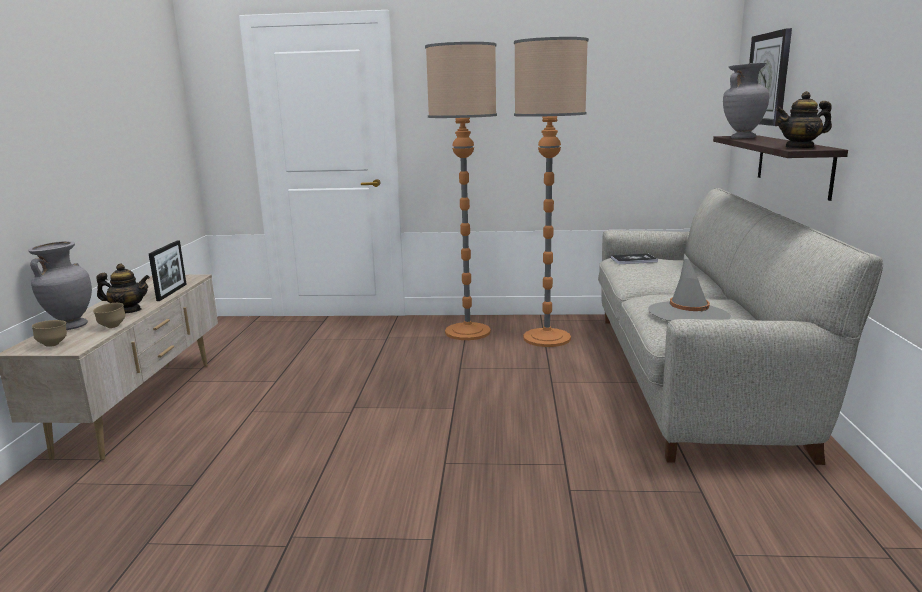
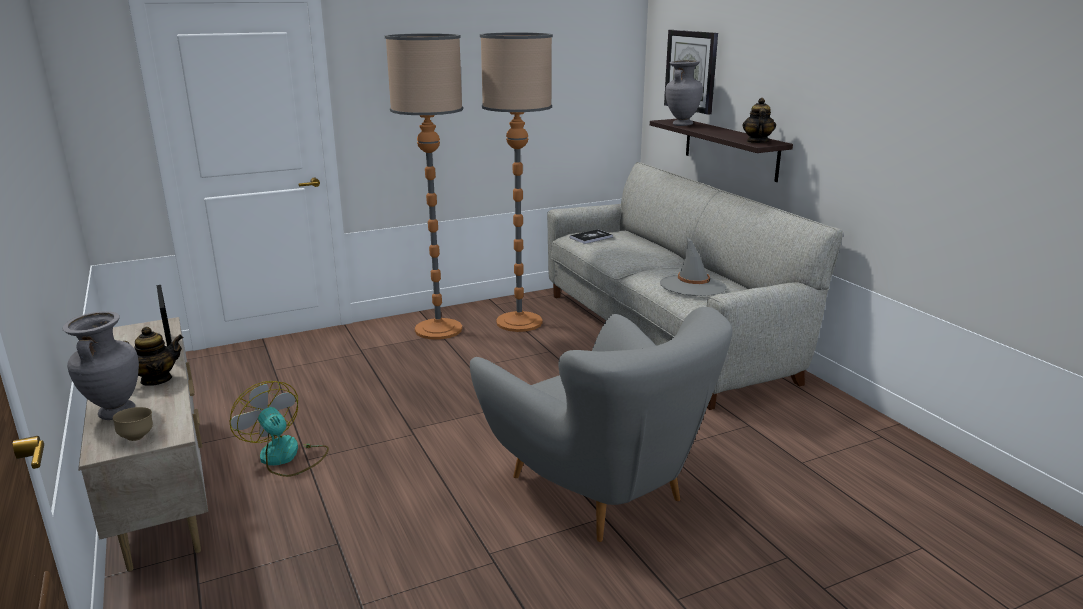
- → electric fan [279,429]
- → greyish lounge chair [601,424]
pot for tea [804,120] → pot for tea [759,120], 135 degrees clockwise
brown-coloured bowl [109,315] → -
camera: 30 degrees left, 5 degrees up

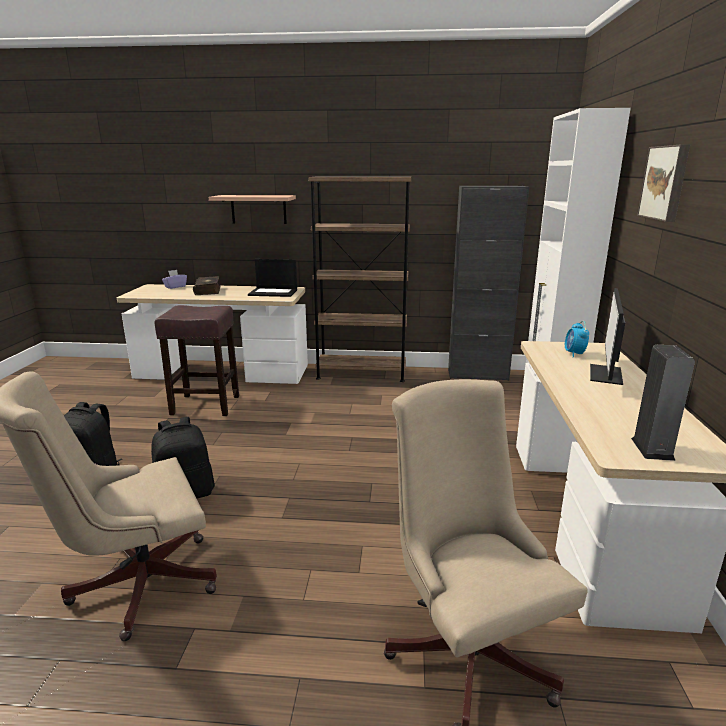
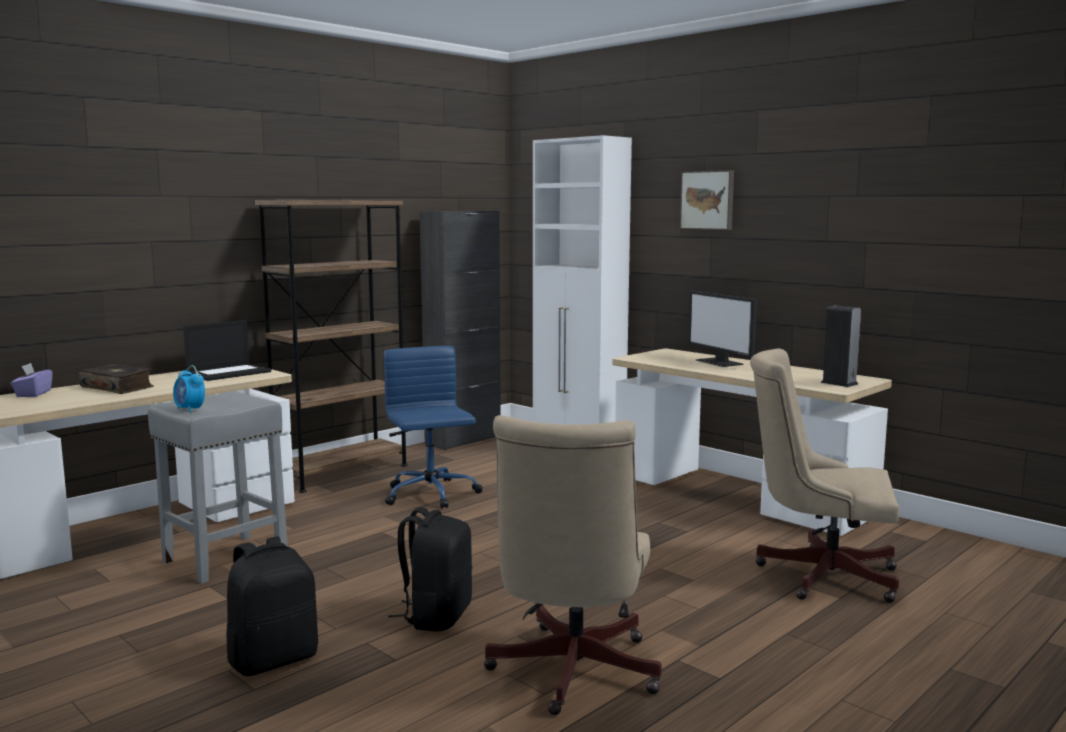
brown-coloured sitting stool [196,360] → greyish sitting stool [217,487]
alarm clock [577,339] → alarm clock [189,389], move
- → blue office chair [433,427]
wall shelf [252,209] → -
camera: 50 degrees left, 10 degrees down

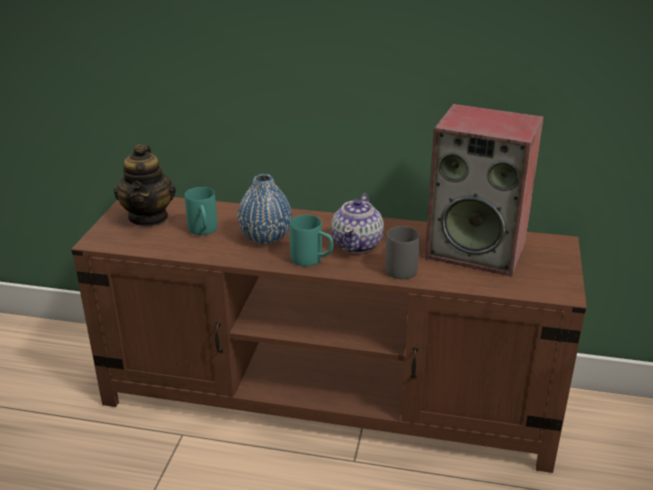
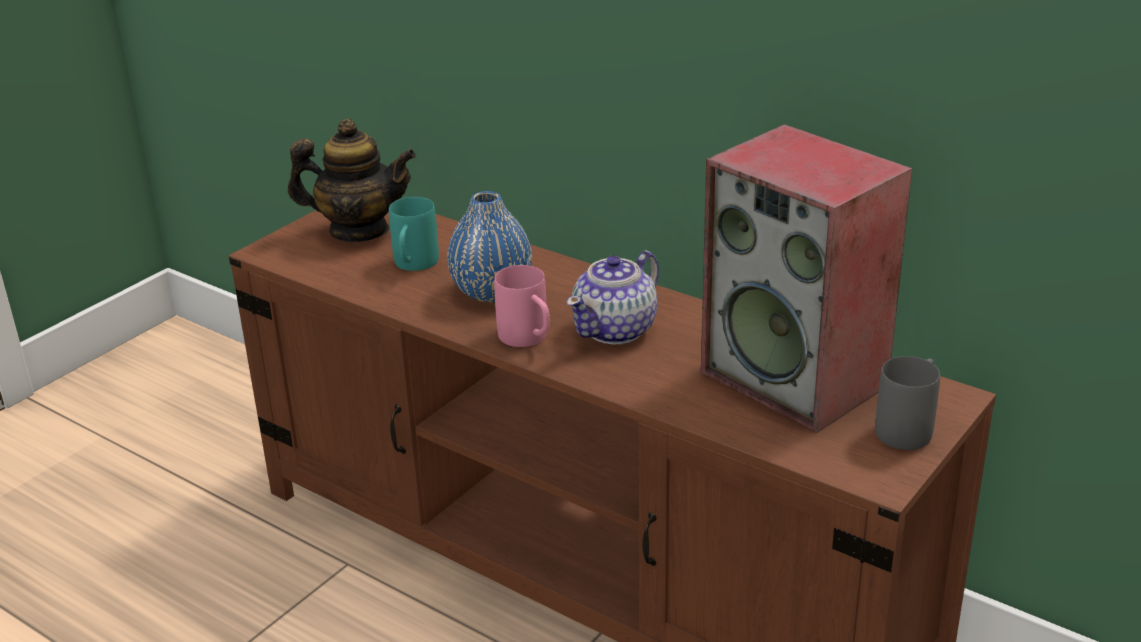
pot for tea [145,185] → pot for tea [352,180], 105 degrees counterclockwise
turquoise-coloured coffee mug [312,240] → pink coffee mug [522,306]
greyish coffee mug [402,252] → greyish coffee mug [907,403], move
camera: 25 degrees right, 0 degrees up

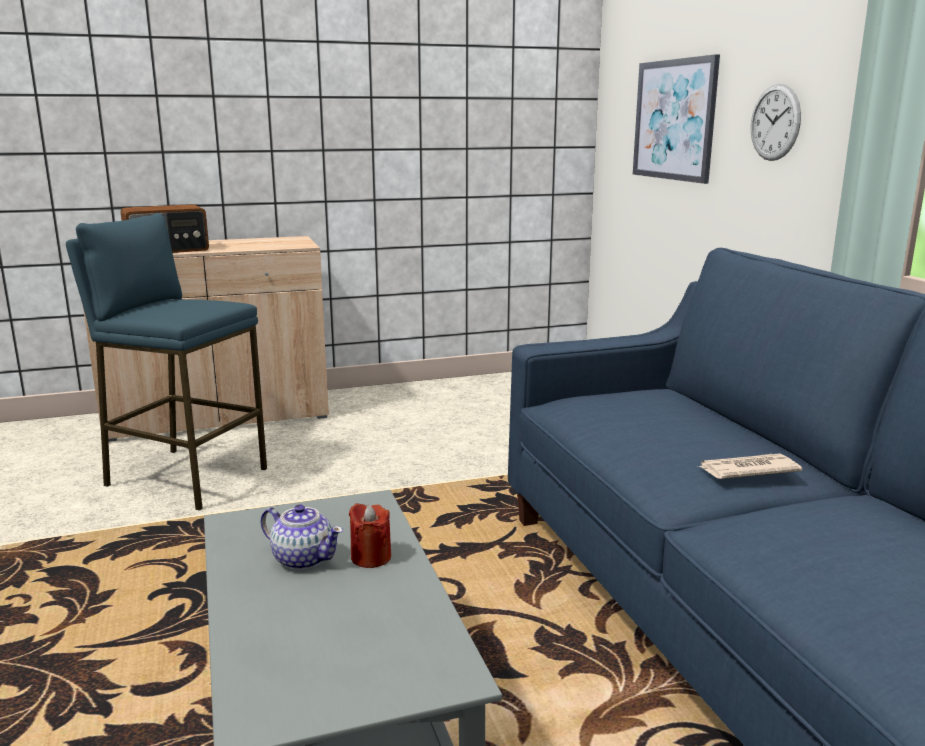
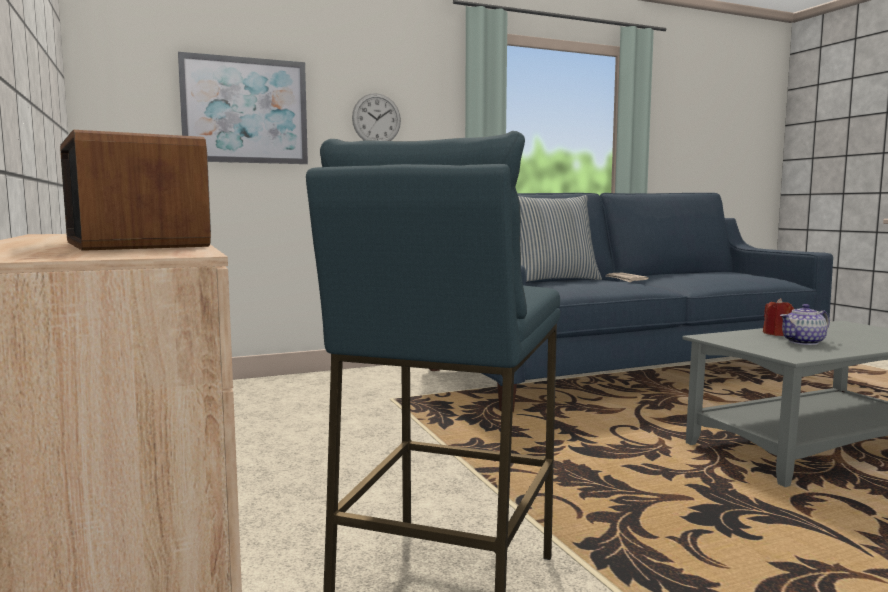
- → cushion [560,238]
pot for tea [302,537] → pot for tea [805,324], 135 degrees counterclockwise
camera: 95 degrees left, 10 degrees down

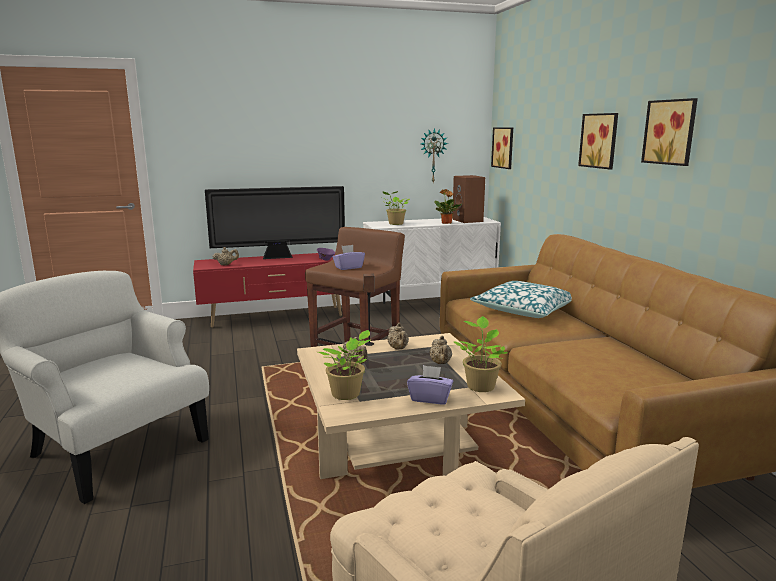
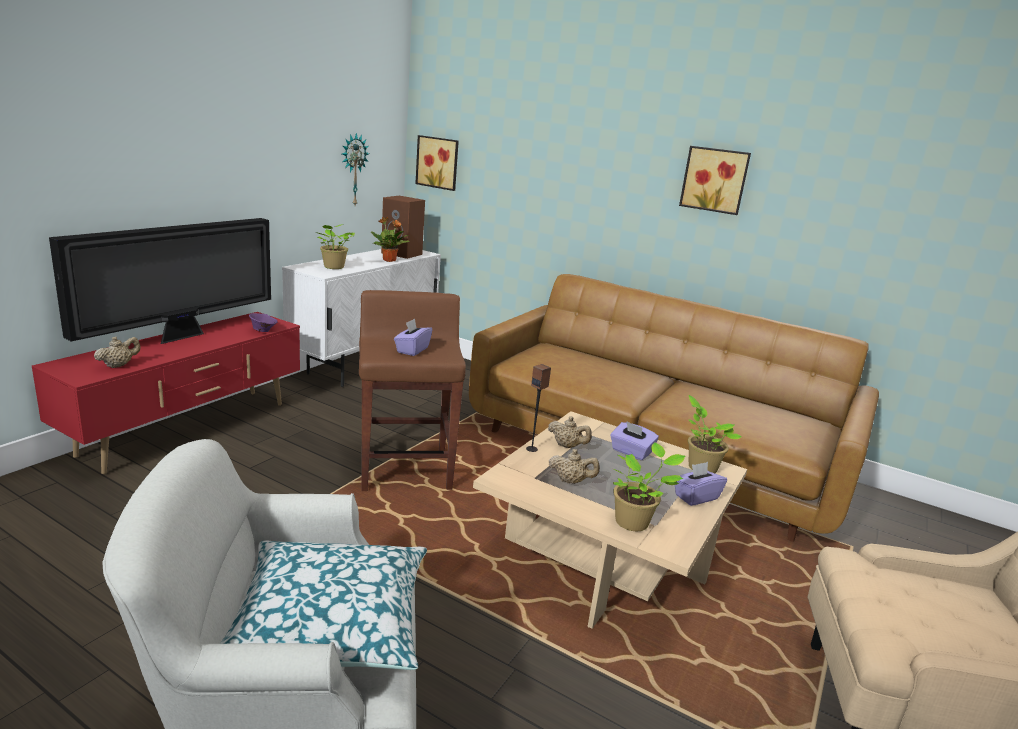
cushion [521,299] → cushion [323,605], move
beige-coloured pot for tea [440,350] → purple-coloured box of tissues [634,441]
wall picture [598,141] → -
camera: 45 degrees left, 5 degrees up

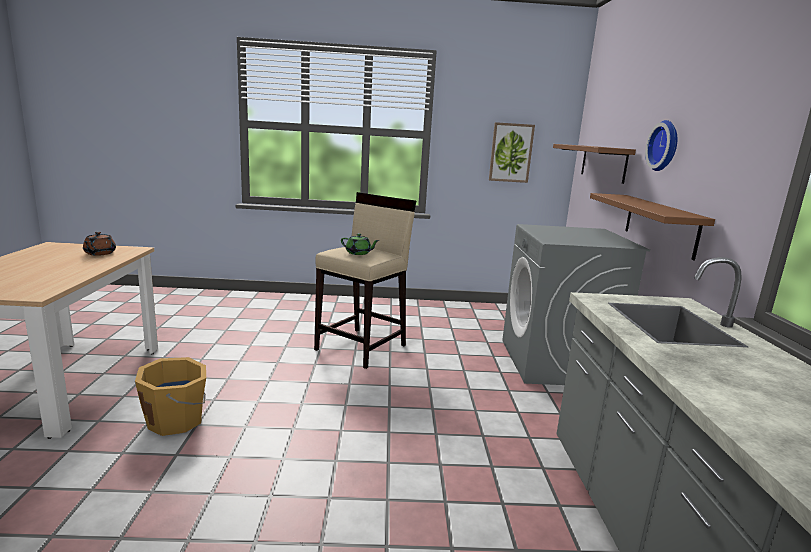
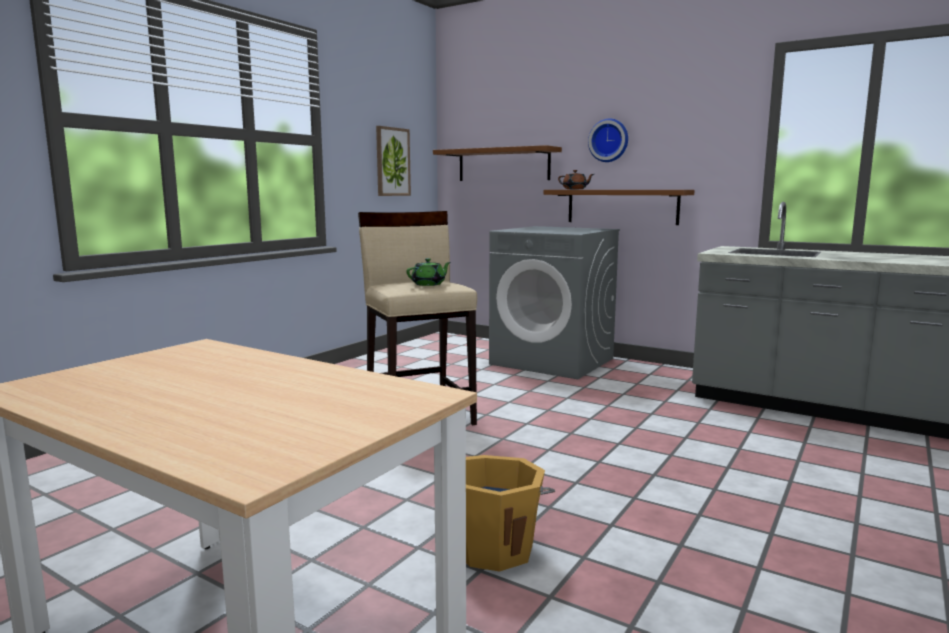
brown-coloured pot for tea [99,244] → brown-coloured pot for tea [576,179], move
camera: 55 degrees left, 5 degrees down

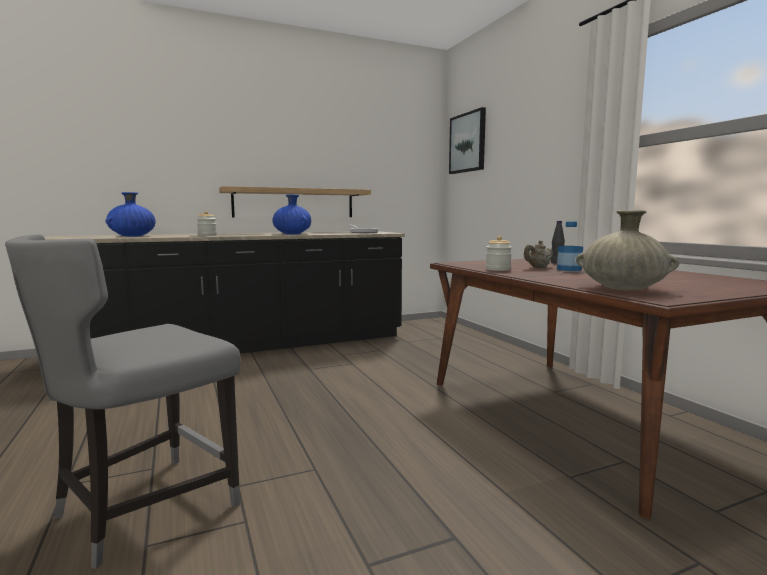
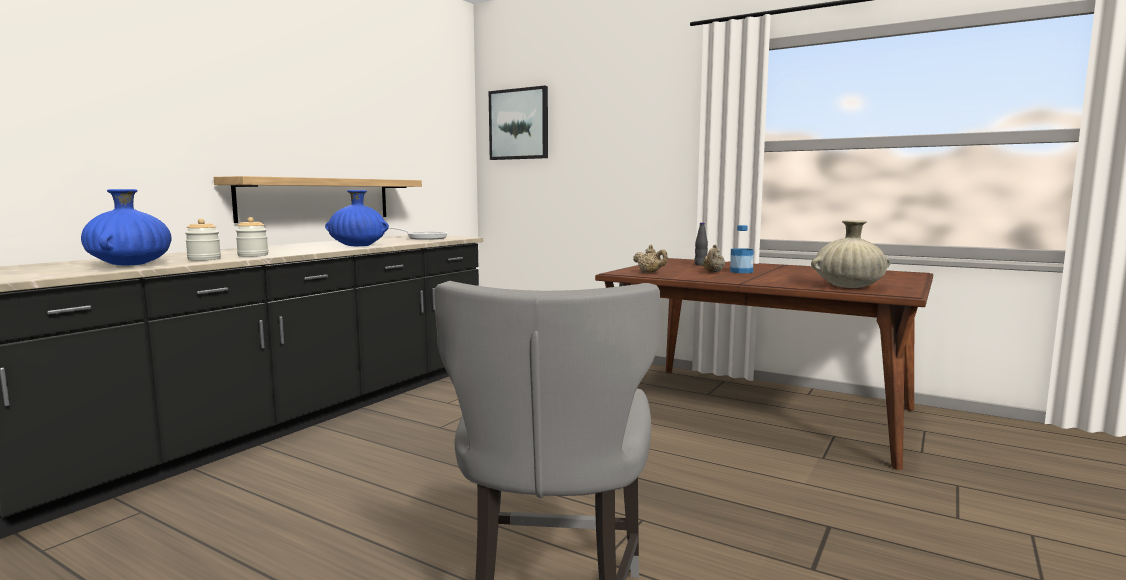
preserve jar [499,253] → preserve jar [203,240], move
- → beige-coloured pot for tea [650,259]
camera: 35 degrees left, 0 degrees up

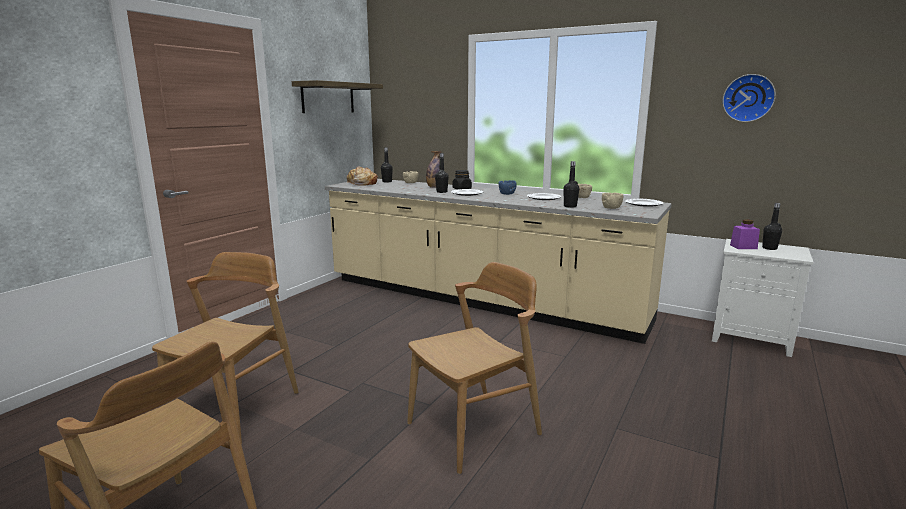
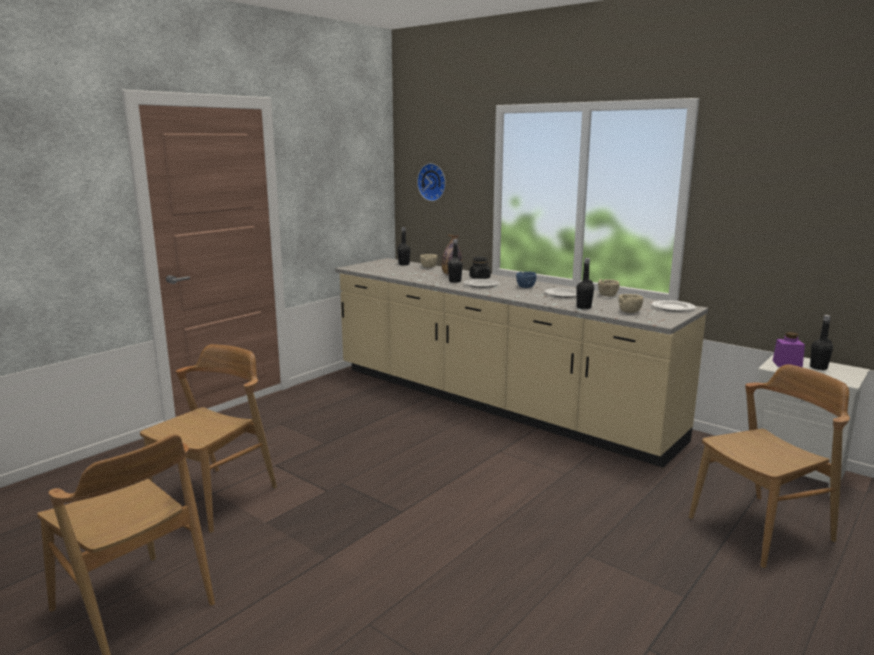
wall clock [749,98] → wall clock [431,182], move
brown-coloured upright chair [474,368] → brown-coloured upright chair [769,466], move
wall shelf [337,96] → -
bread [362,176] → -
camera: 10 degrees right, 0 degrees up

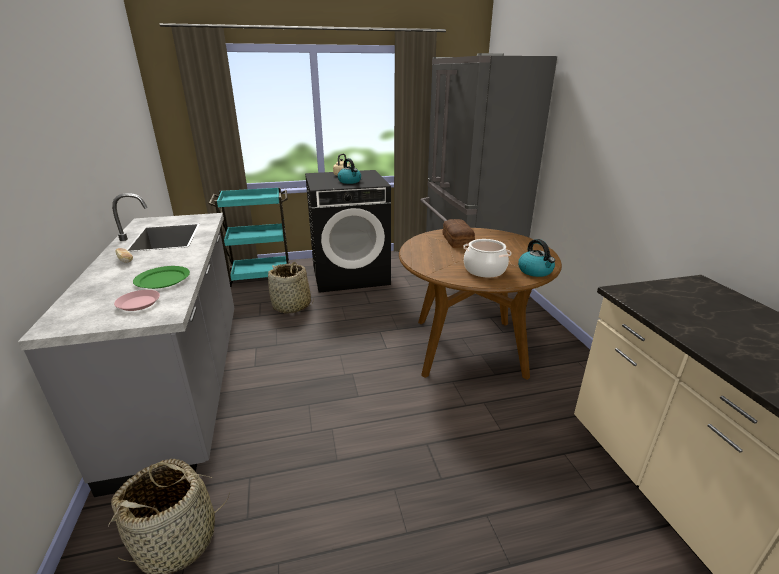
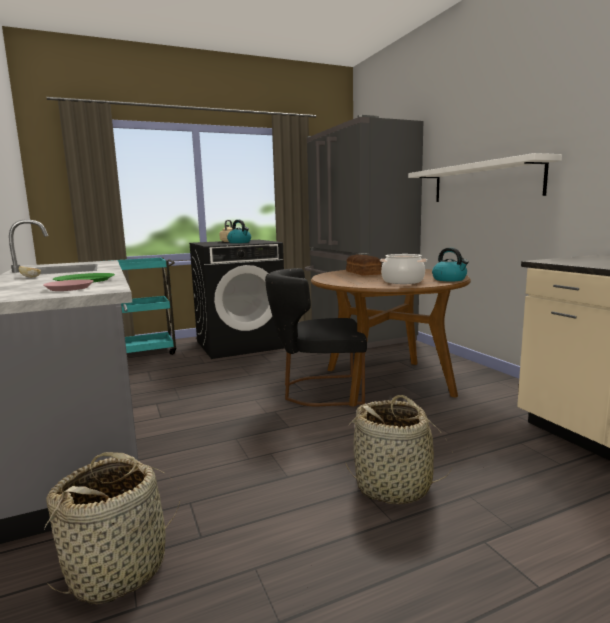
- → black-coloured upright chair [316,337]
household basket [290,287] → household basket [399,450], move
- → whitish wall shelf [485,177]
camera: 10 degrees left, 15 degrees down

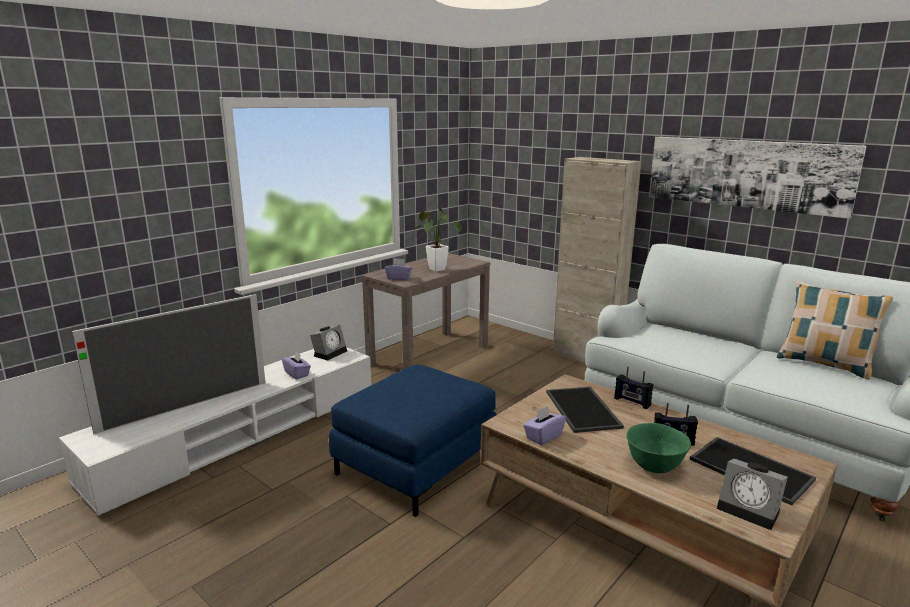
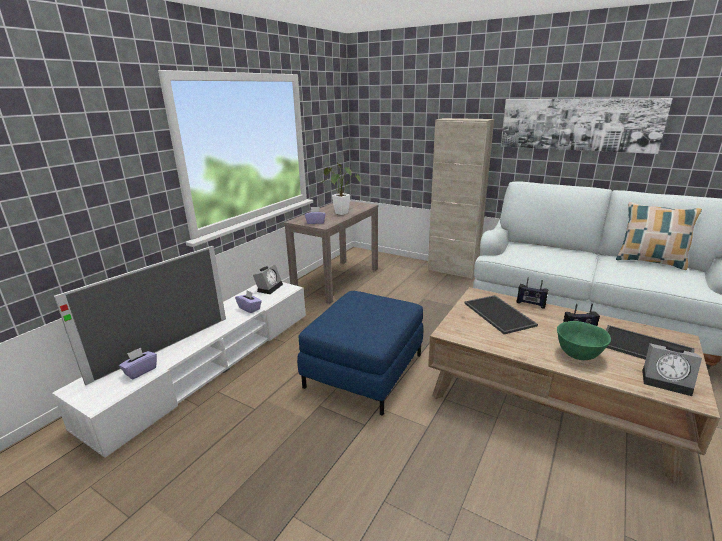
purple-coloured box of tissues [544,425] → purple-coloured box of tissues [138,363], move
camera: 10 degrees left, 5 degrees up

